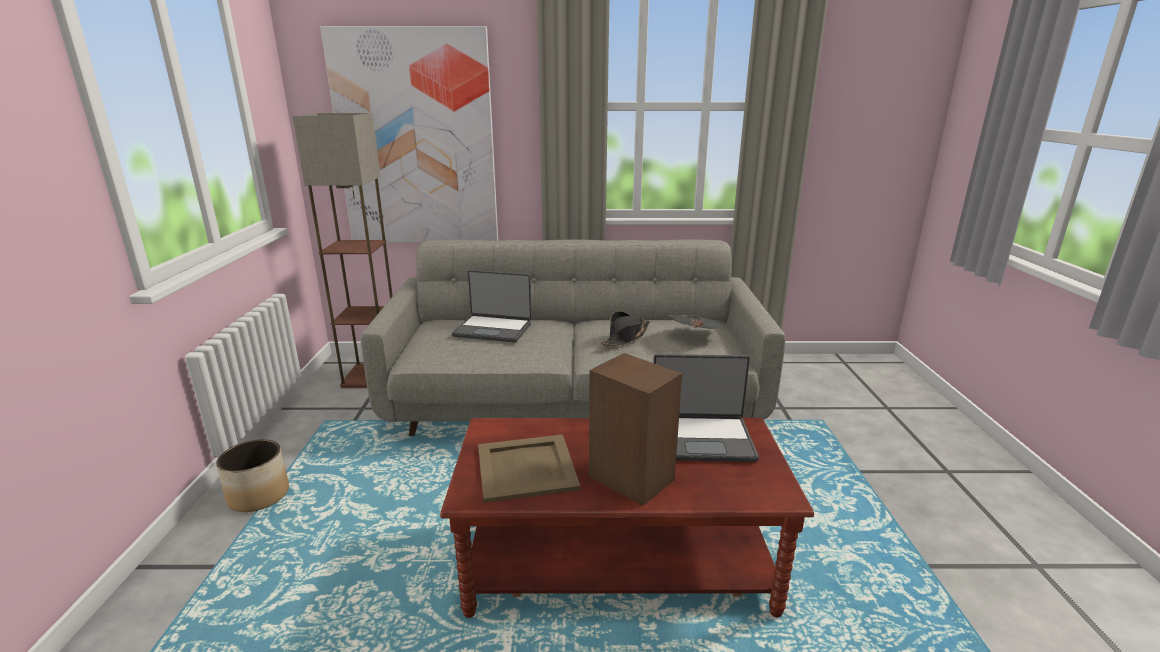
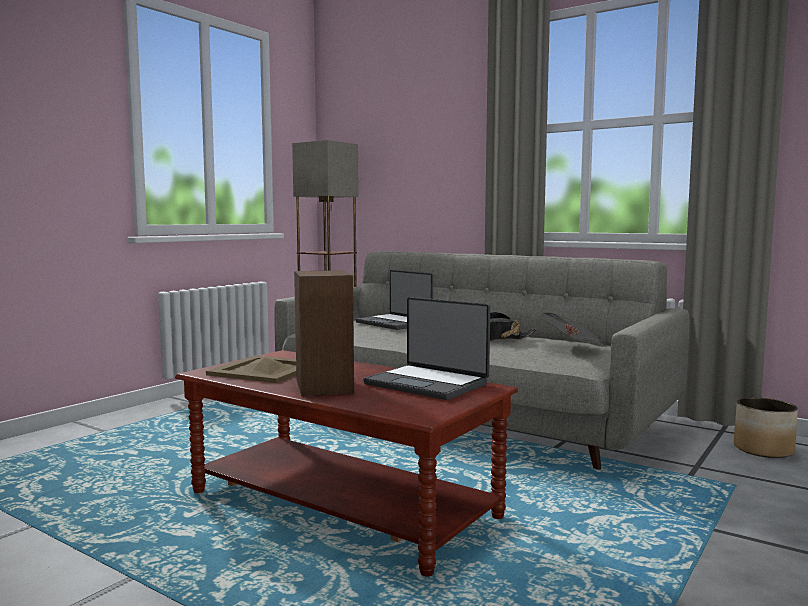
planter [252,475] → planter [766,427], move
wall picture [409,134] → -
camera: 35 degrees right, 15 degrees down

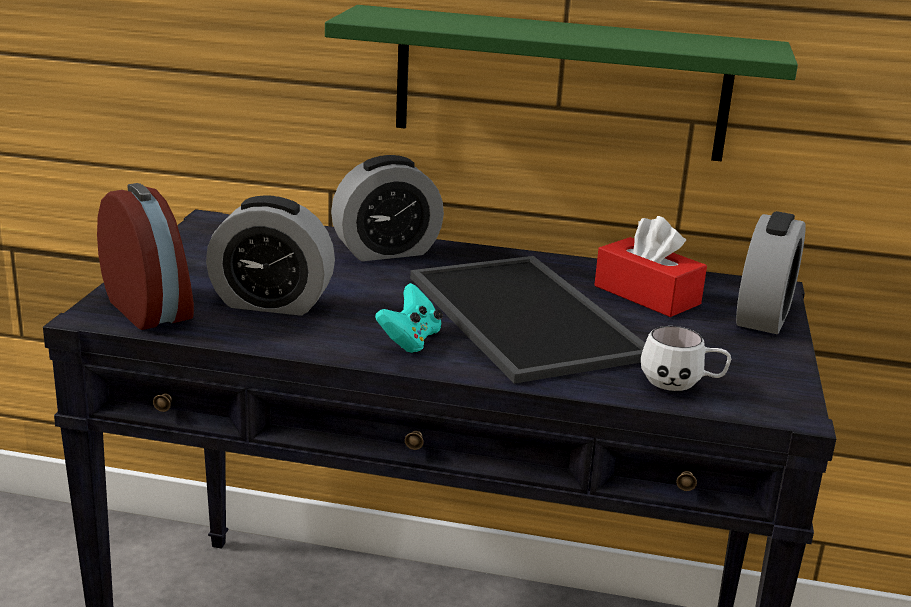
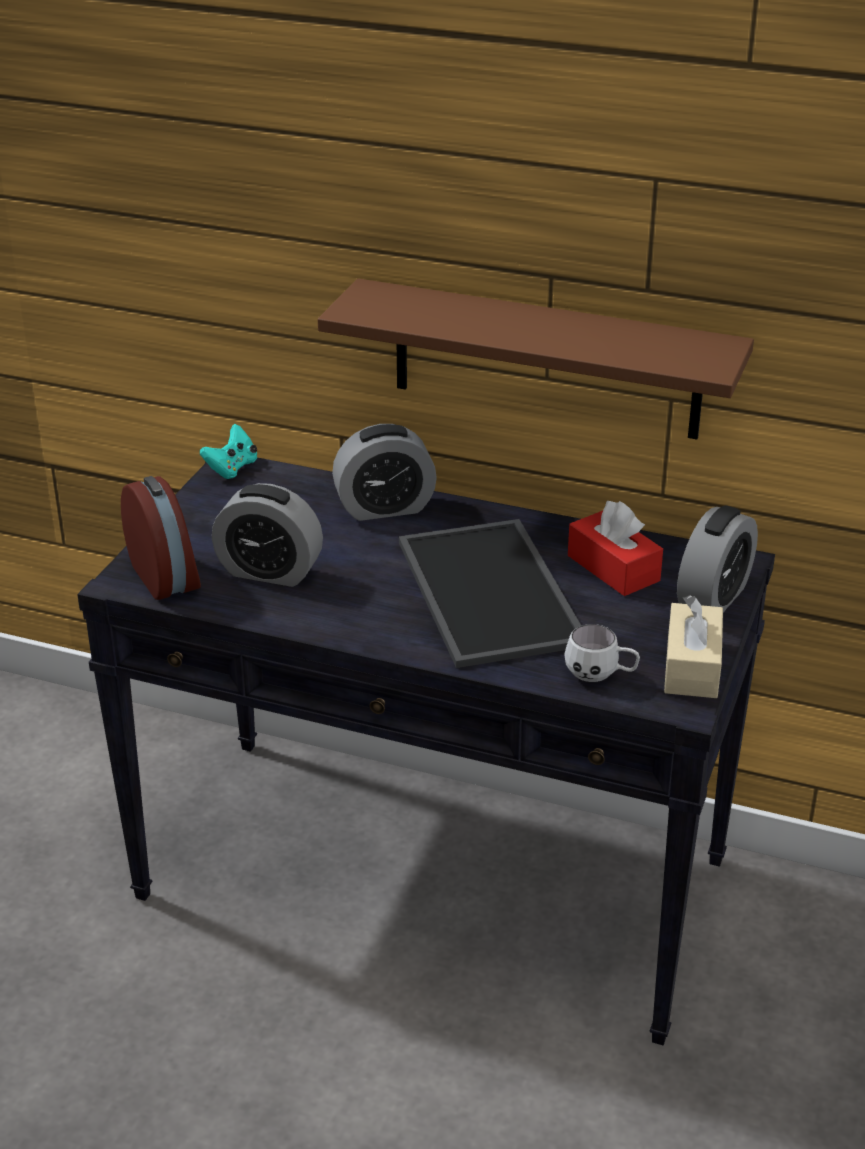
turquoise-coloured gamepad [409,318] → turquoise-coloured gamepad [228,451], move
green wall shelf [561,83] → brown-coloured wall shelf [536,359]
- → beige-coloured box of tissues [693,646]
camera: 10 degrees right, 10 degrees up

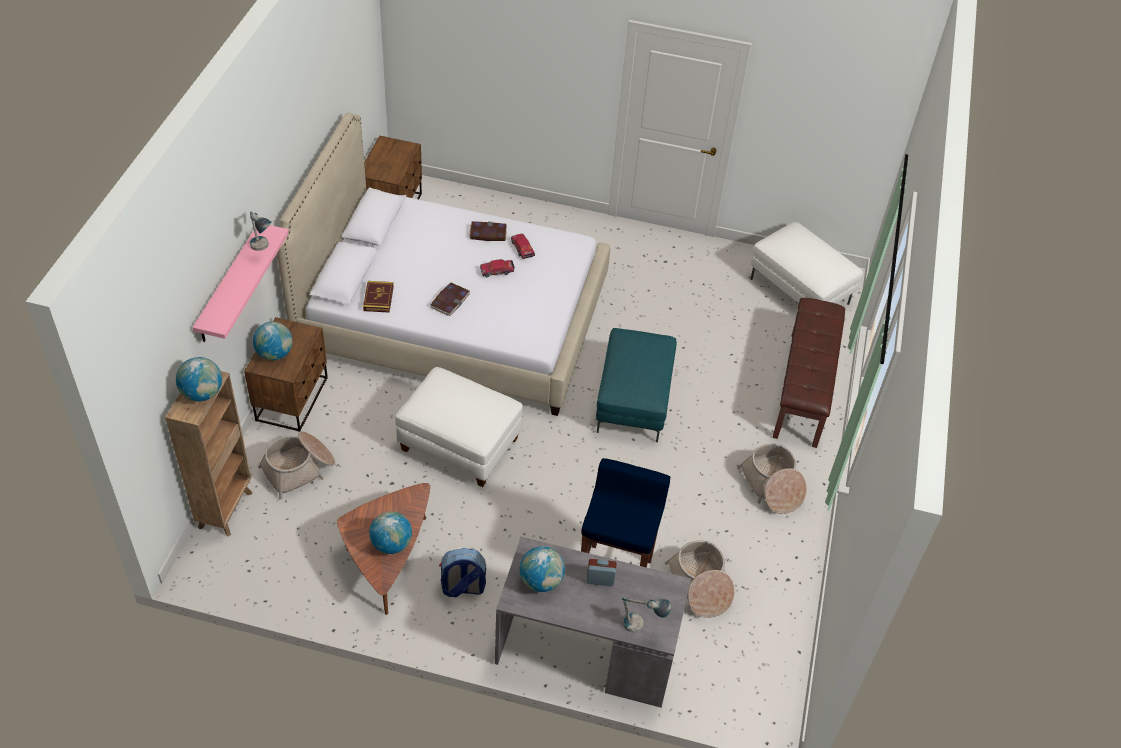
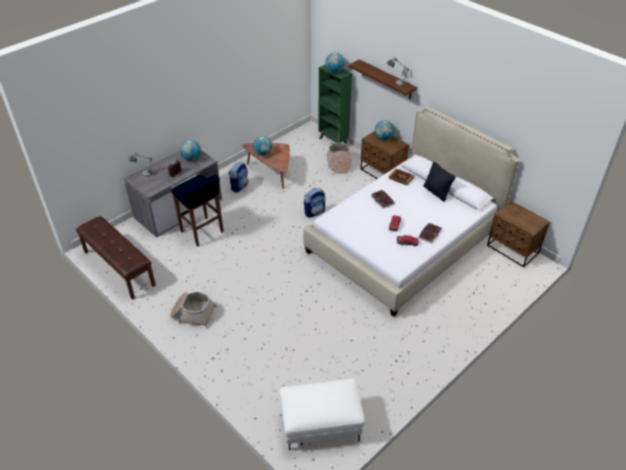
brown-coloured long seat [809,373] → brown-coloured long seat [116,258], move
whitish pouffe [459,427] → rucksack [314,203]
brown-coloured bookcase [209,454] → green bookcase [335,104]
pink wall shelf [240,283] → brown-coloured wall shelf [383,79]
- → black-coloured cushion [439,182]
turquoise-coloured pouffe [636,385] → -
household basket [700,579] → -
camera: 125 degrees right, 5 degrees down

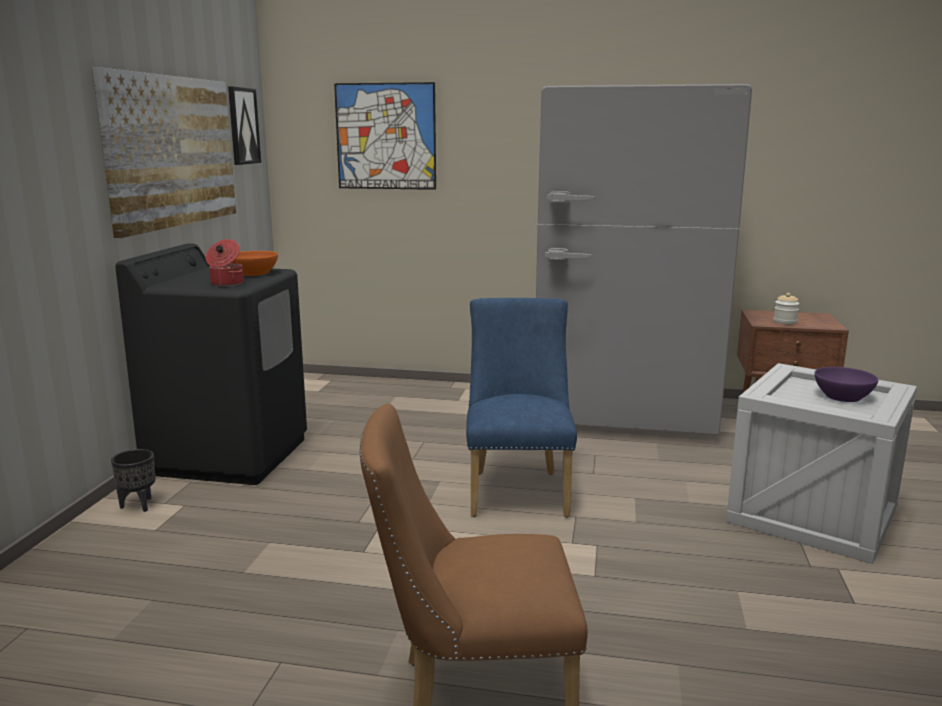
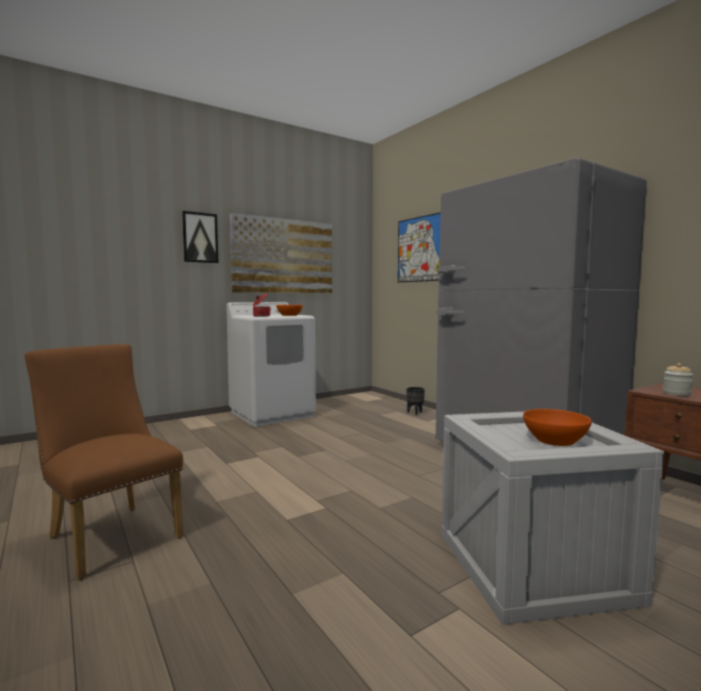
wall picture [244,126] → wall picture [200,237], move
black-coloured laundry machine [211,364] → whitish laundry machine [271,364]
black-coloured planter [133,480] → black-coloured planter [415,401], move
purple-coloured bowl [846,384] → orangey bowl [557,427]
blue upright chair [521,408] → -
camera: 45 degrees right, 10 degrees down

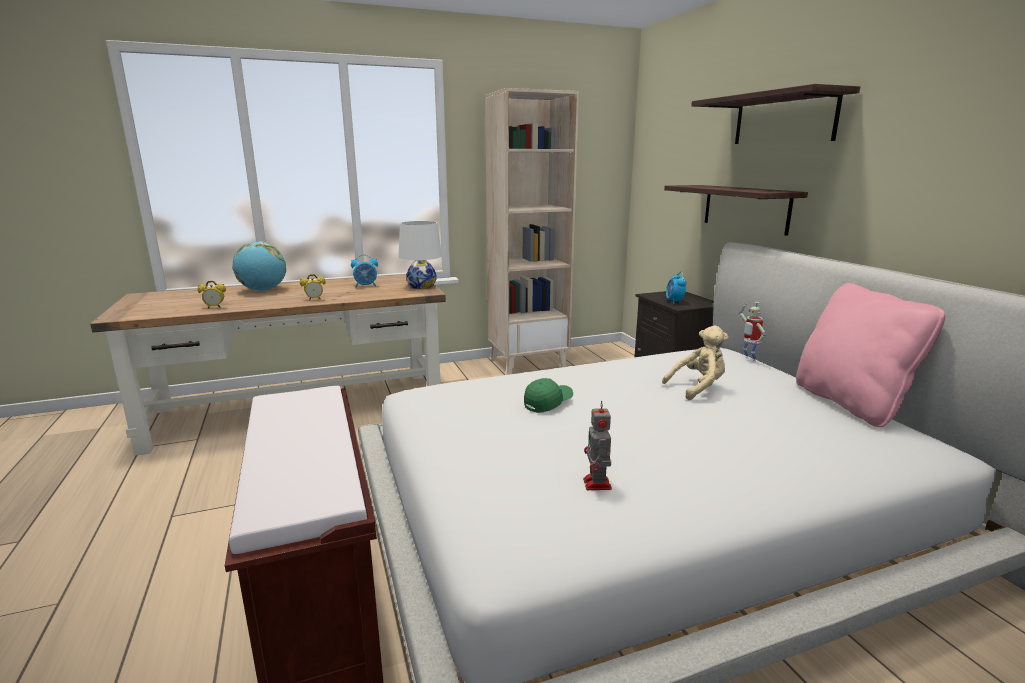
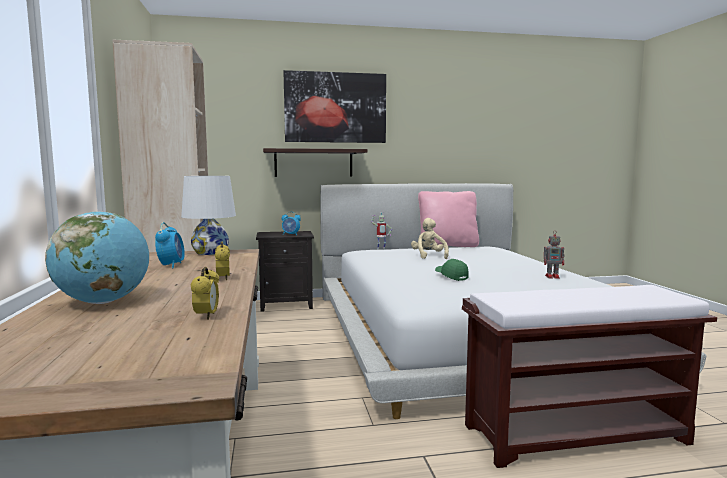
wall shelf [775,114] → wall picture [334,106]
camera: 80 degrees left, 10 degrees down

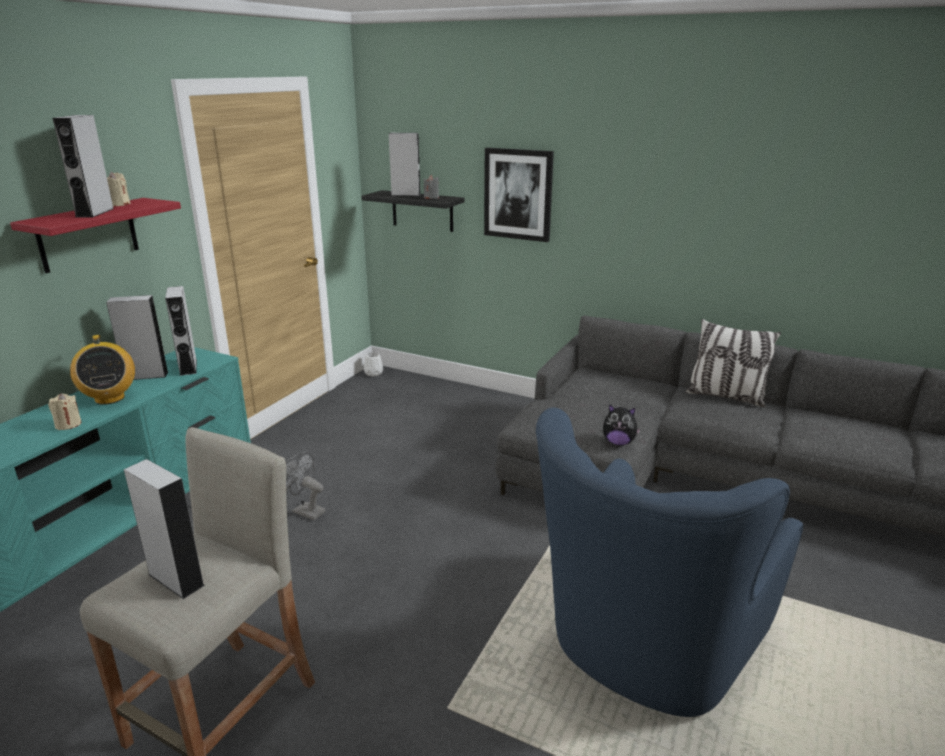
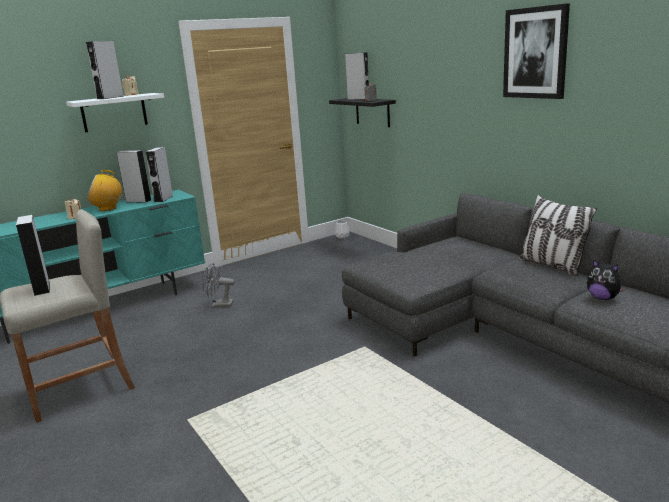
reddish wall shelf [95,235] → whitish wall shelf [115,113]
radio [102,370] → radio [104,190], 75 degrees clockwise
greyish electric fan [306,486] → greyish electric fan [218,285], 60 degrees counterclockwise
wall picture [519,195] → wall picture [536,51], move
plush toy [622,424] → plush toy [607,279], move
blue lounge chair [669,562] → -
camera: 30 degrees right, 5 degrees down

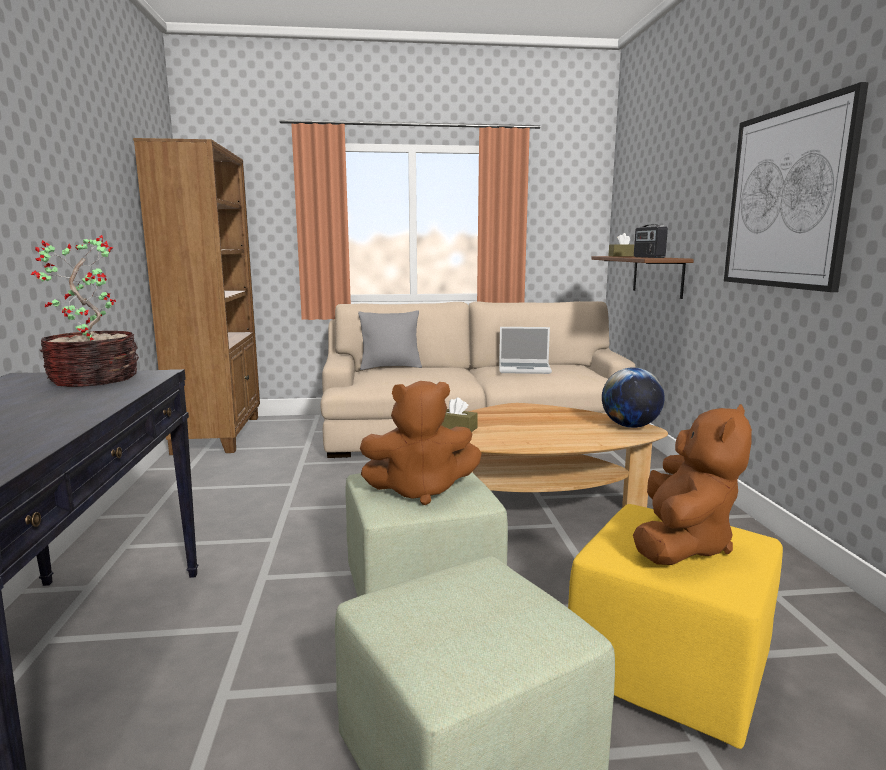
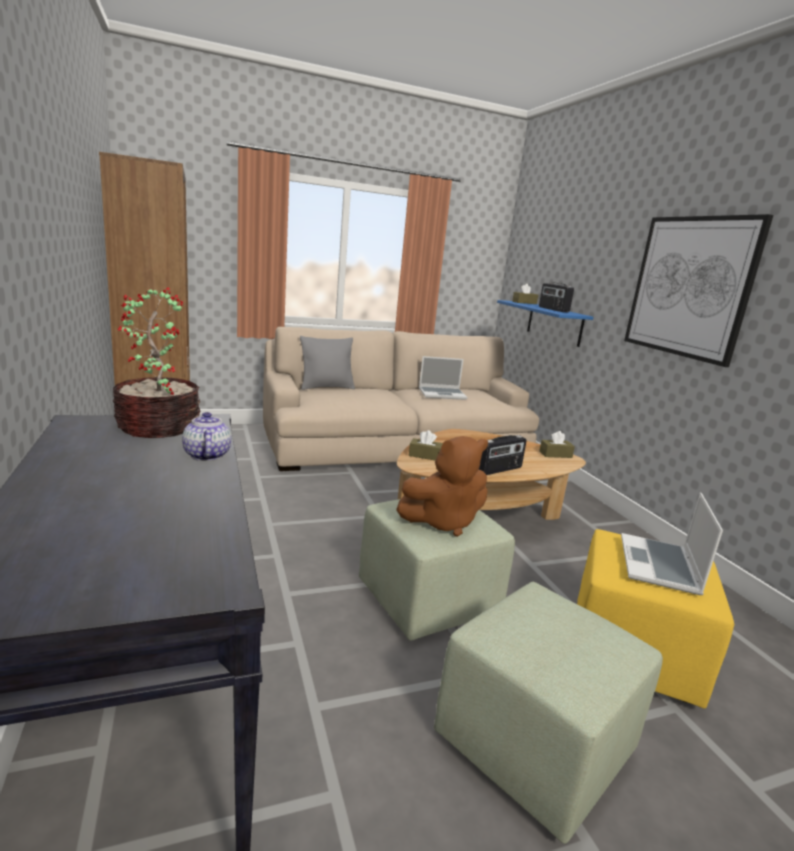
- → pot for tea [206,436]
- → radio [502,455]
brown-coloured wall shelf [643,277] → blue wall shelf [545,323]
world globe [633,397] → brown-coloured box of tissues [557,444]
brown-coloured plush toy [692,484] → portable computer [672,544]
camera: 15 degrees left, 5 degrees up

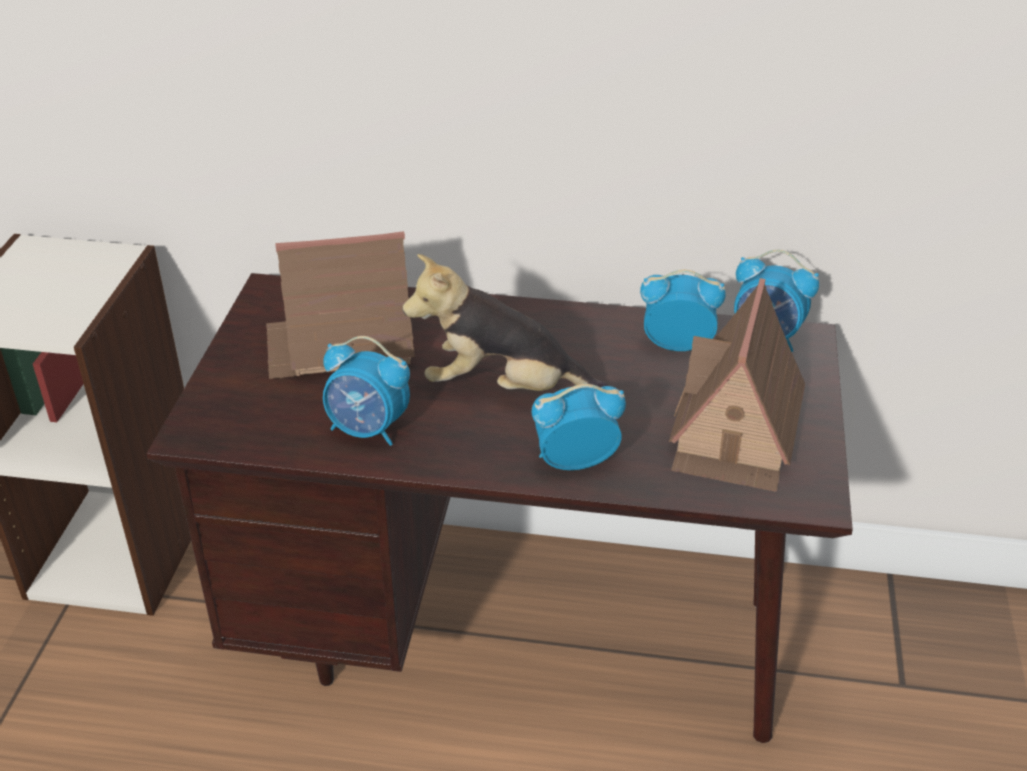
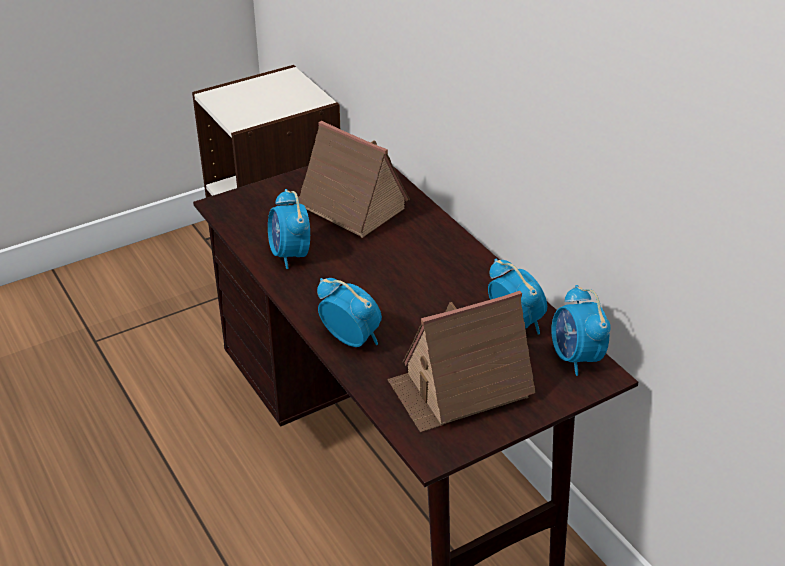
plush toy [505,322] → -
camera: 50 degrees right, 0 degrees up

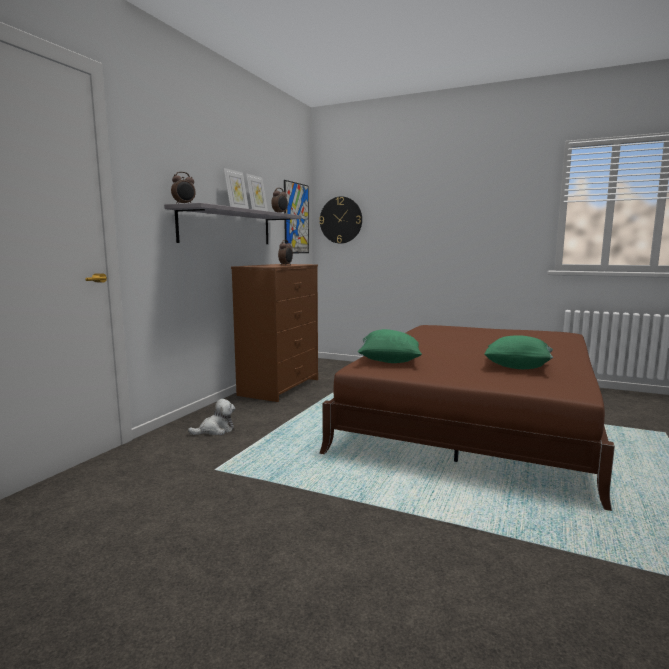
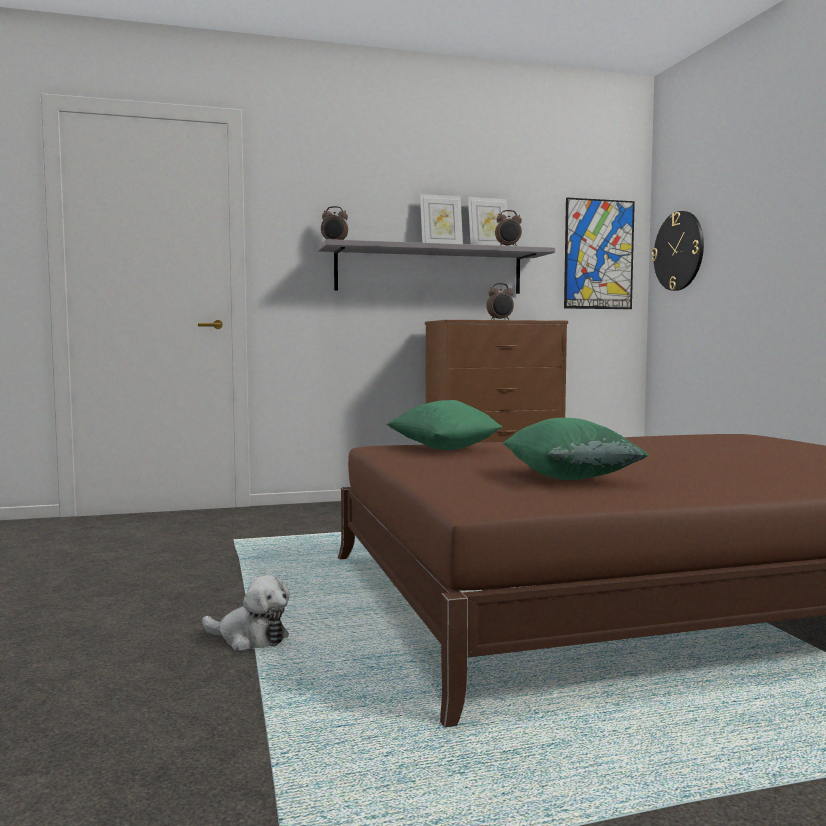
plush toy [211,417] → plush toy [246,613], move
camera: 50 degrees right, 5 degrees down

